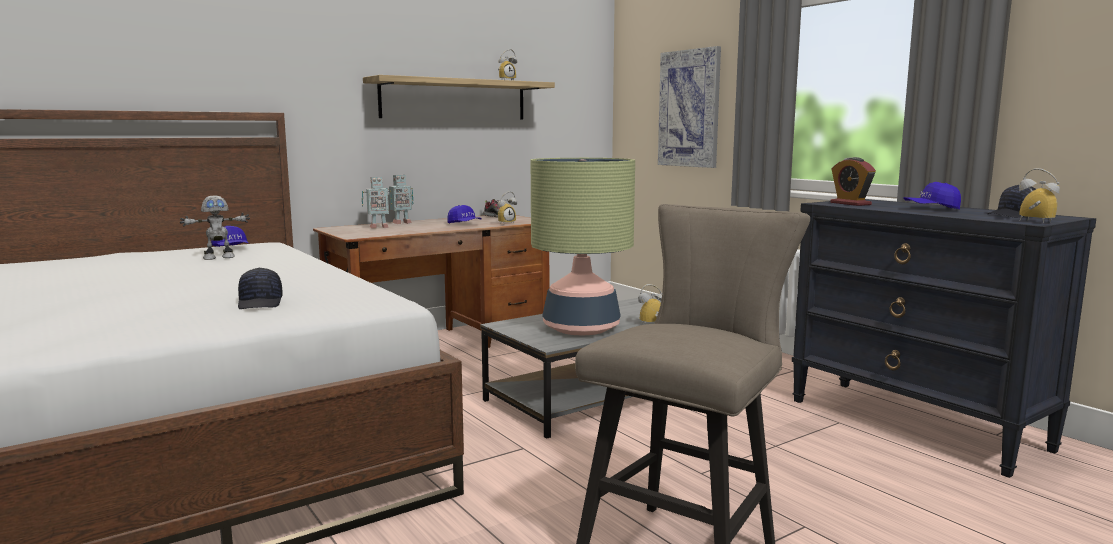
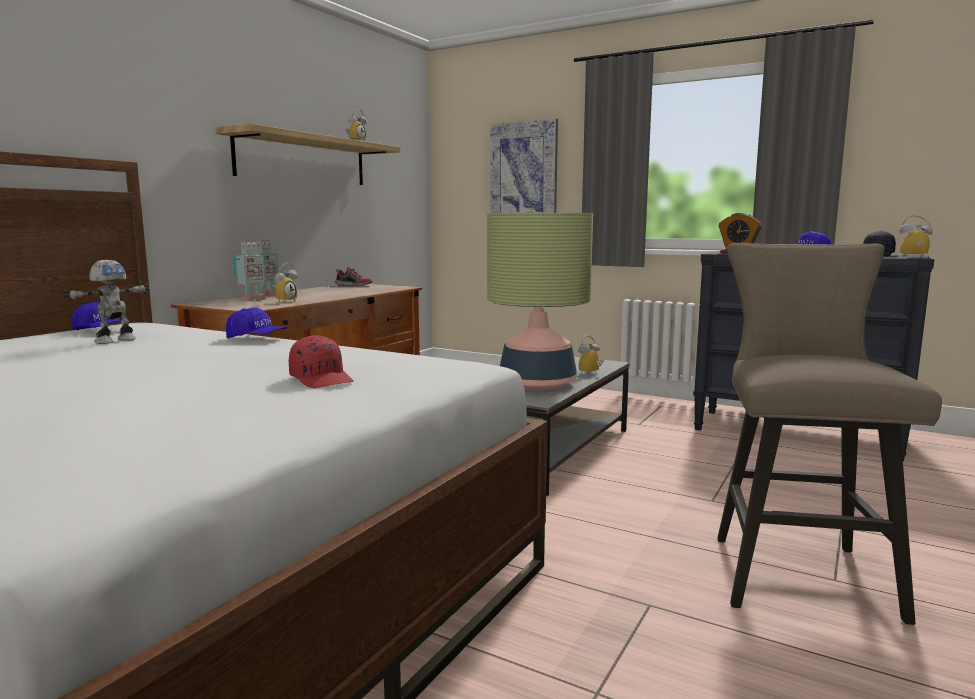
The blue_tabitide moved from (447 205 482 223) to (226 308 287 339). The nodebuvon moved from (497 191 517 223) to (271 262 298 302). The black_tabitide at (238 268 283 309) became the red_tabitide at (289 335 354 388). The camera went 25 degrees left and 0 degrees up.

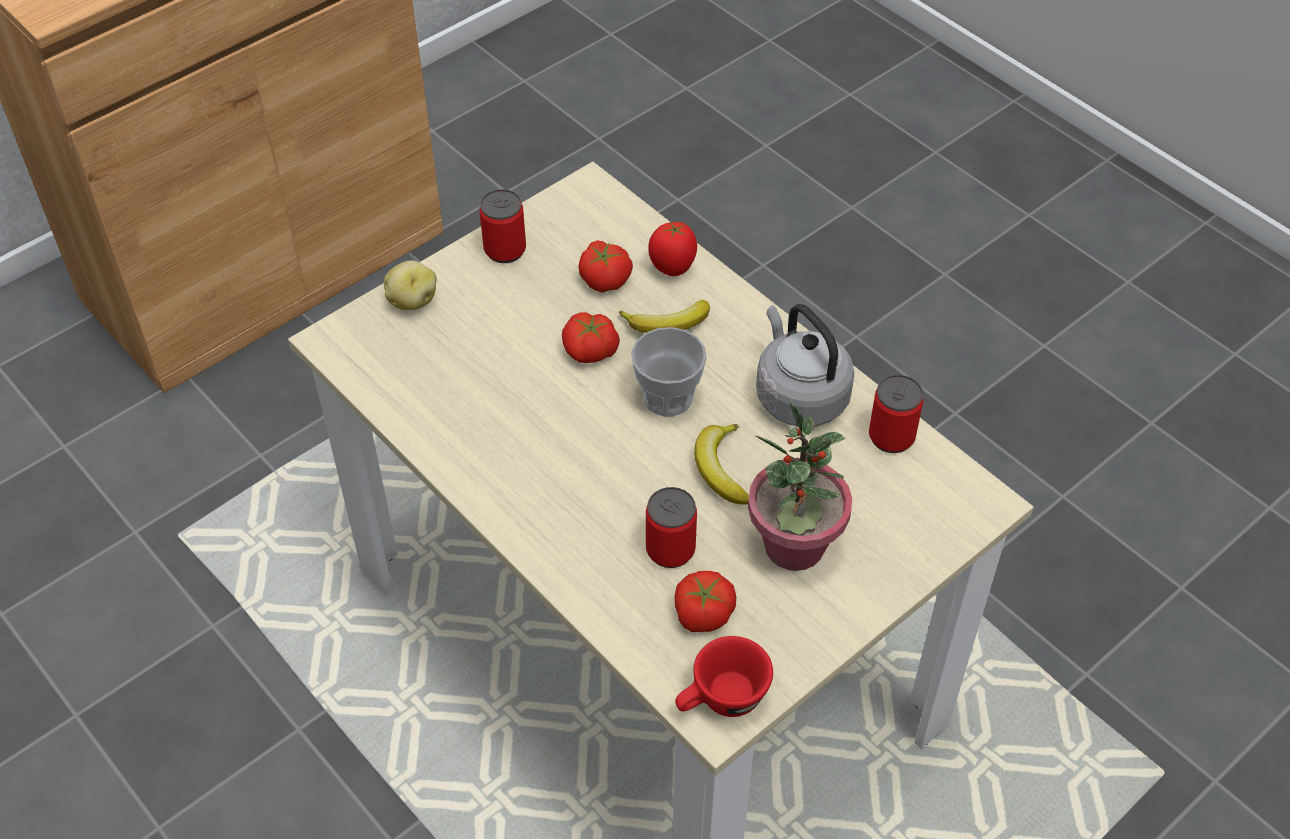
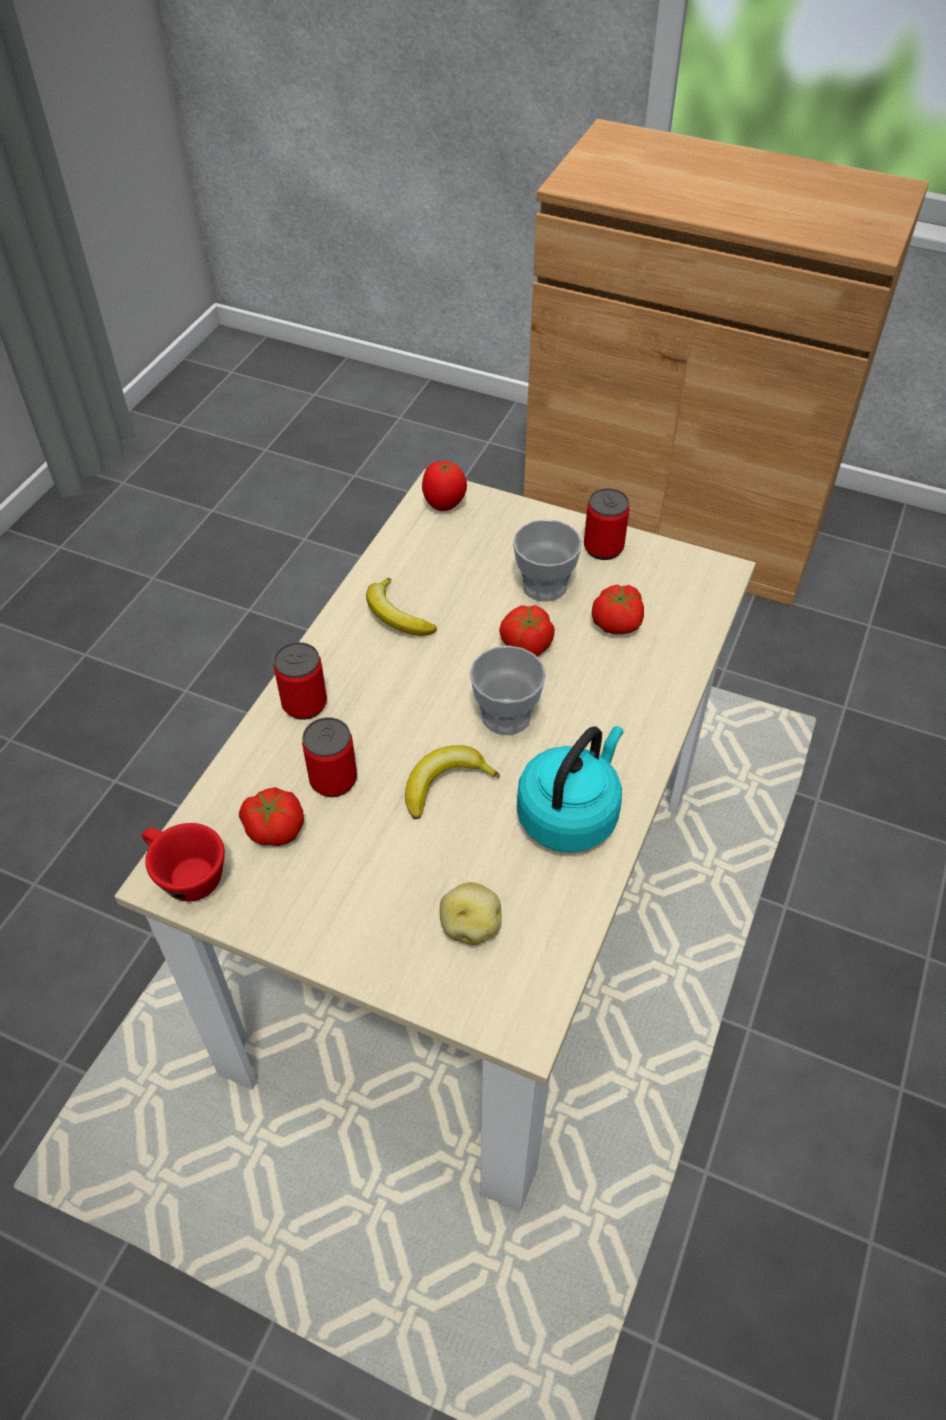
The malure at (748 402 852 571) disappeared. The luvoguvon at (513 519 582 602) appeared. The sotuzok moved from (384 260 437 310) to (440 882 502 945). The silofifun moved from (619 300 710 333) to (366 578 437 636). The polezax moved from (648 222 697 276) to (422 461 467 511). The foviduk moved from (869 375 923 453) to (274 642 327 720). The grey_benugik at (756 304 855 426) became the turquoise_benugik at (517 726 624 853). The camera went 65 degrees right and 0 degrees up.

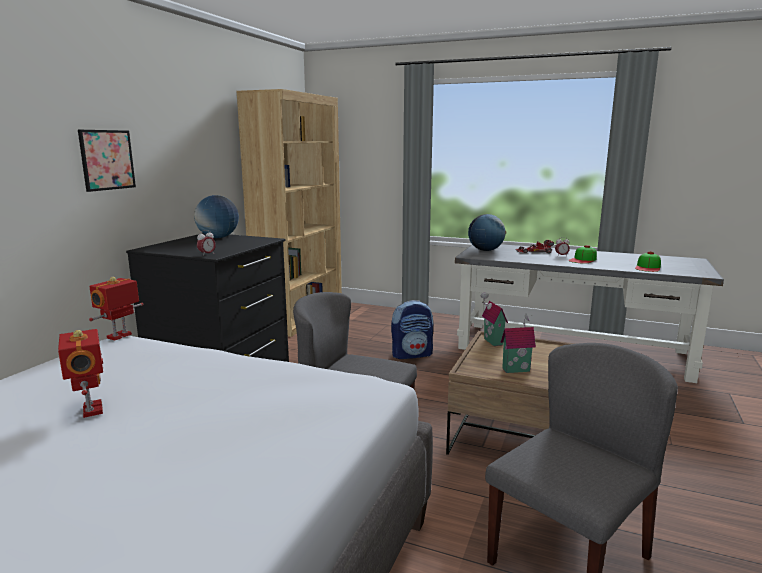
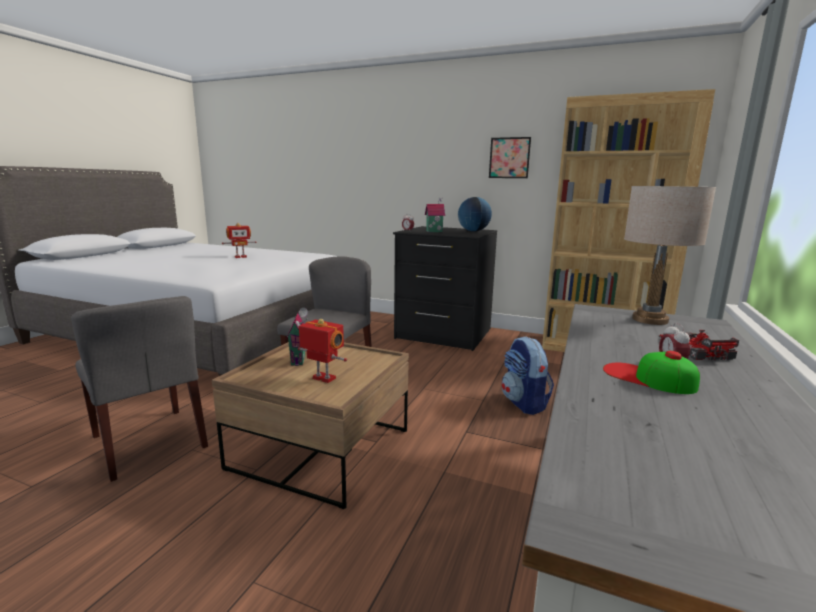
The tabitide at (635 252 661 272) disappeared. The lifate moved from (78 130 136 192) to (489 137 531 178). The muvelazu moved from (89 277 144 340) to (298 319 347 383). The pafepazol moved from (480 292 508 346) to (425 197 445 232). The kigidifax at (468 214 506 251) was replaced by the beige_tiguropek at (624 186 716 325). The camera went 90 degrees right and 0 degrees up.

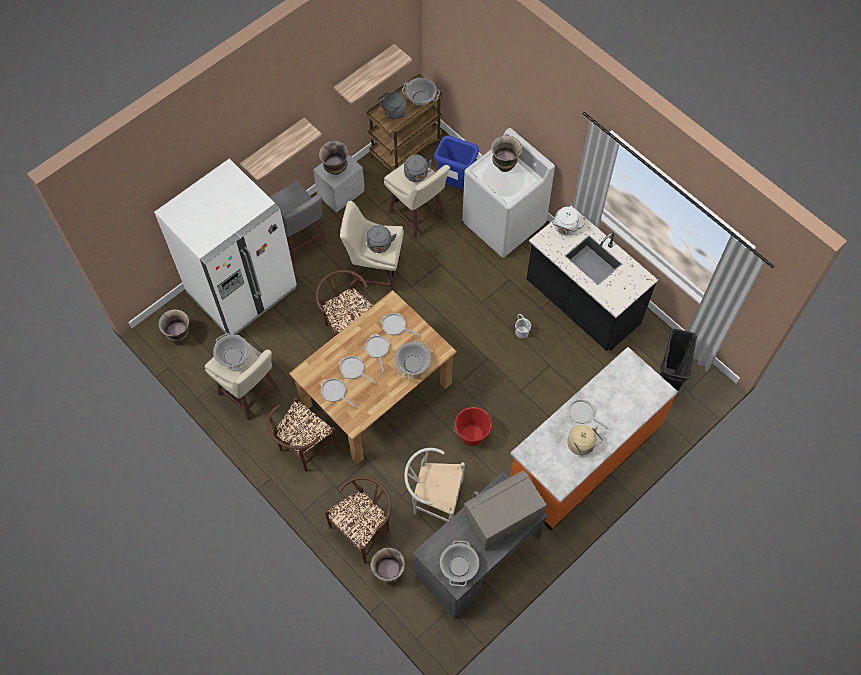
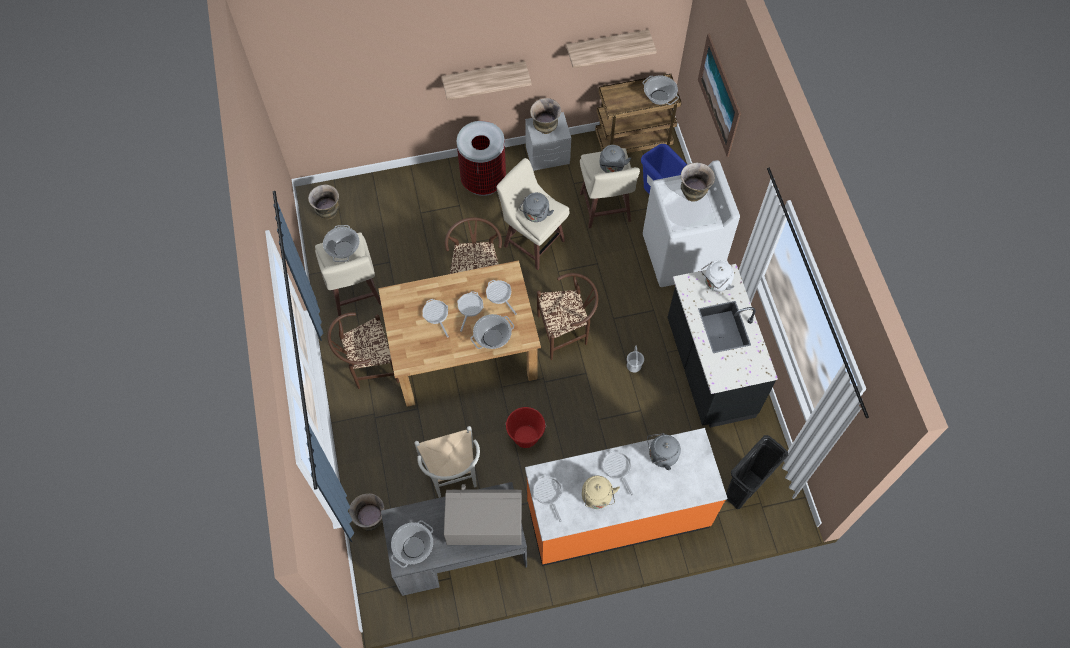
The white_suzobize at (154 159 297 335) disappeared. The lifate at (698 34 741 157) appeared. The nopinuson moved from (321 378 357 408) to (533 475 562 522). The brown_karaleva moved from (324 476 391 564) to (537 273 598 360). The grey_benugik moved from (378 92 406 119) to (647 433 681 470). The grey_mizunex at (270 181 328 264) was replaced by the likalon at (457 121 506 196). The white_karaleva at (404 448 465 522) turned 150 degrees counterclockwise. The camera went 30 degrees right and 0 degrees up.

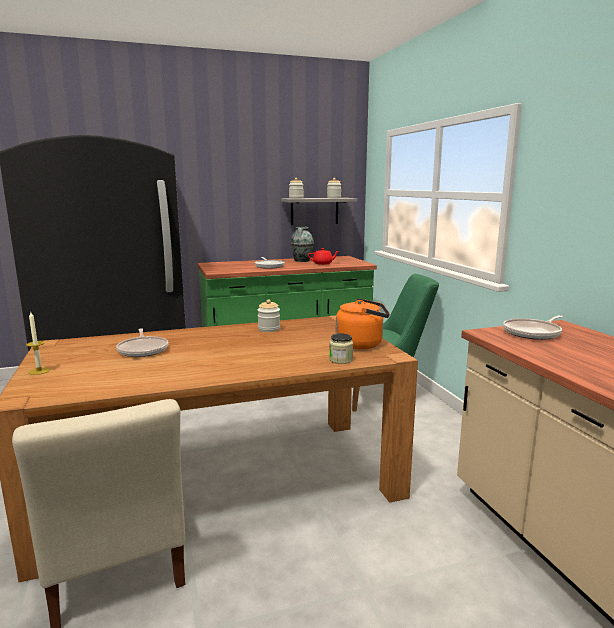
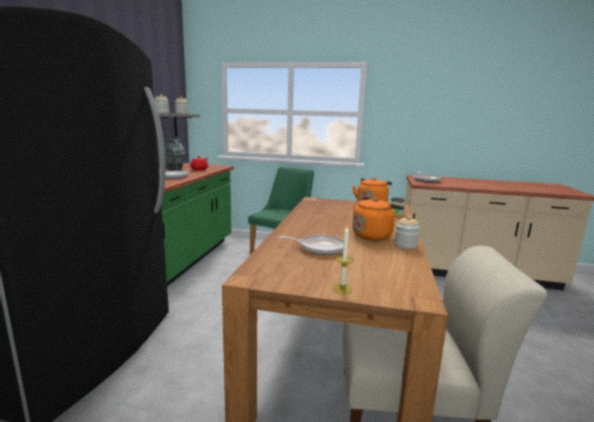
The orange_benugik at (353 197 404 240) appeared. The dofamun moved from (257 300 280 332) to (394 216 420 249). The camera went 60 degrees left and 0 degrees up.

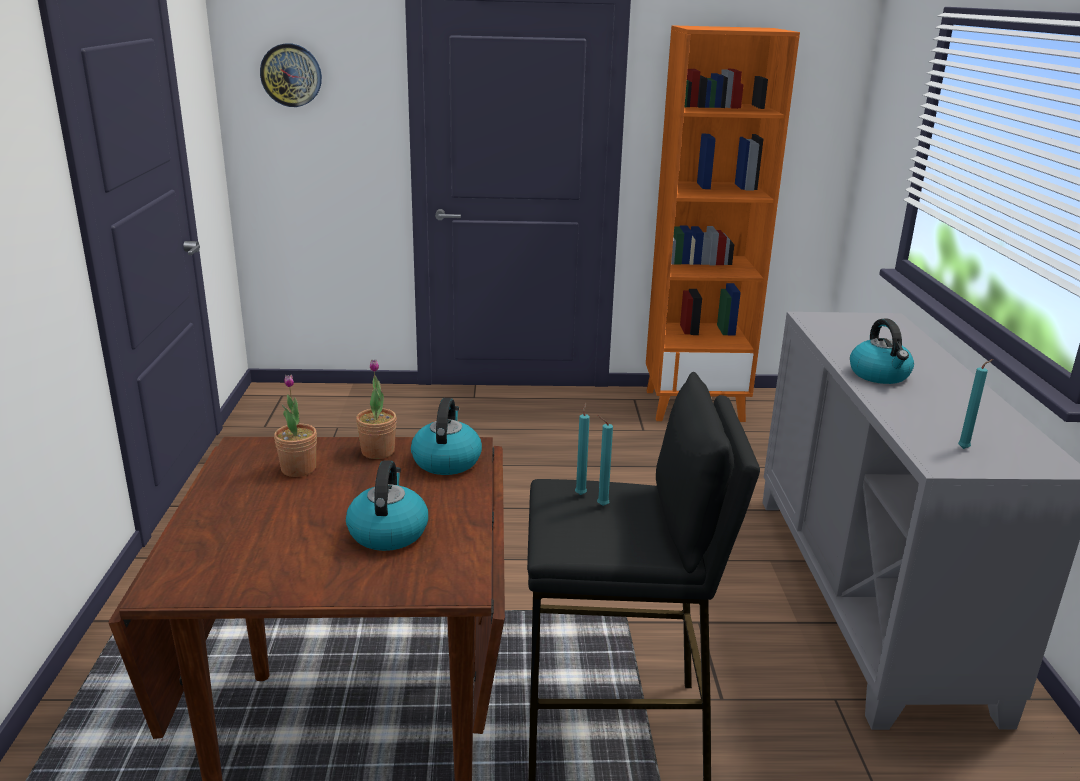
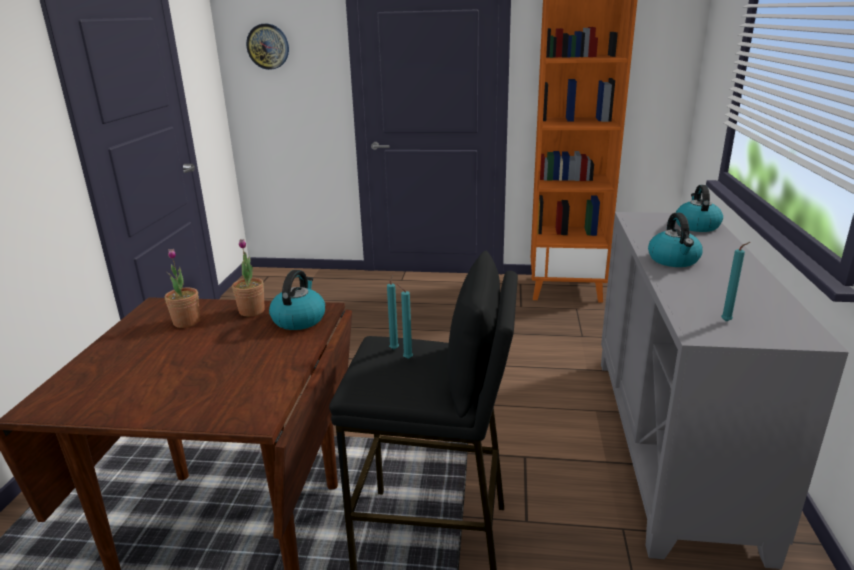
The benugik moved from (346 460 428 551) to (676 185 723 232). The camera went 10 degrees right and 0 degrees up.

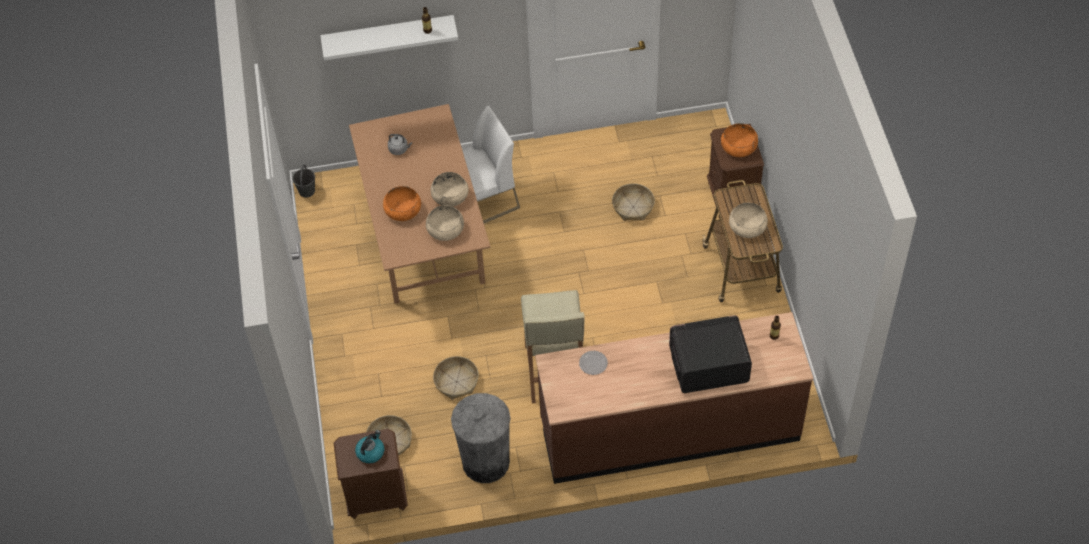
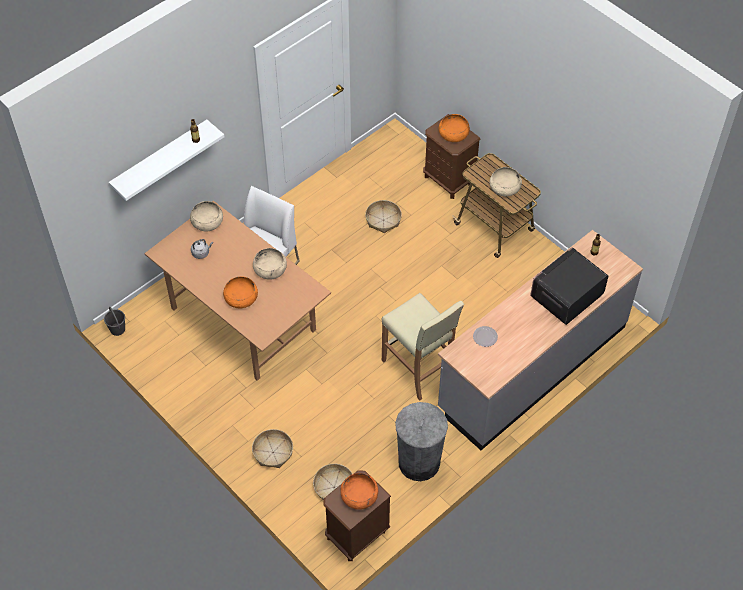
The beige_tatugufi moved from (426 205 464 241) to (190 201 223 232). The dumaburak moved from (433 356 479 400) to (252 429 293 468). The benugik at (355 430 384 463) was replaced by the orange_tatugufi at (340 473 378 510). The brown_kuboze at (535 312 813 484) became the grey_kuboze at (438 230 643 450). The camera went 35 degrees left and 0 degrees up.

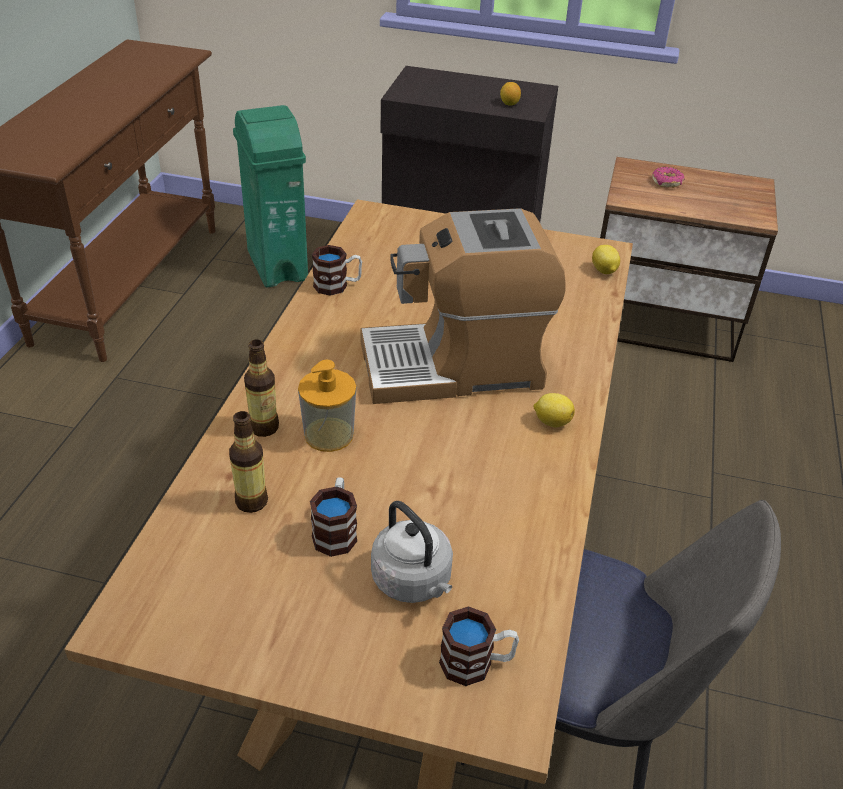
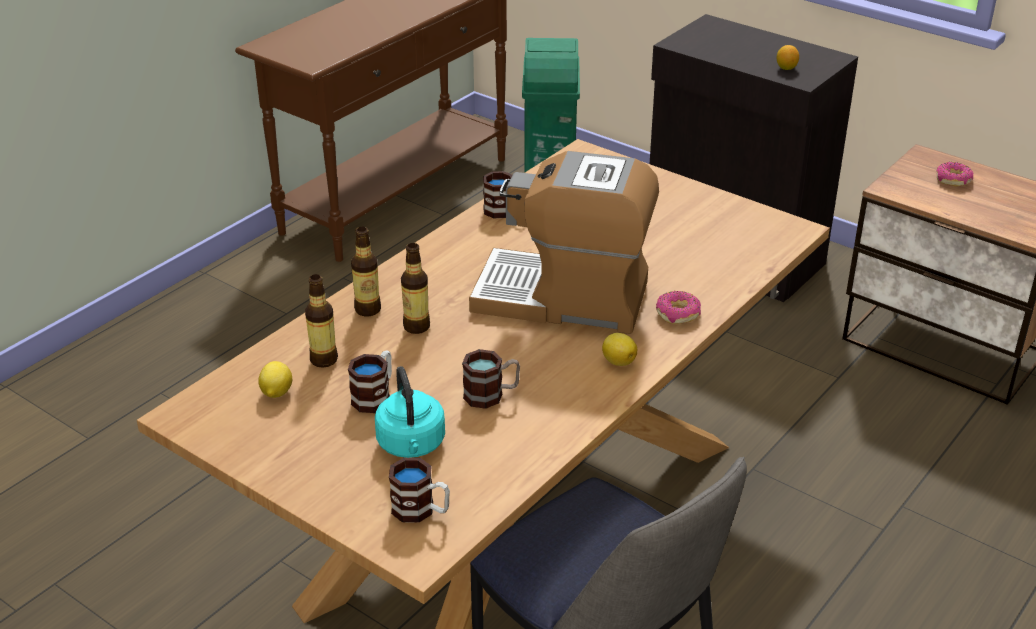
The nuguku at (462 349 520 409) appeared. The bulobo at (656 291 701 324) appeared. The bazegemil moved from (592 245 620 274) to (258 361 292 398). The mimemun at (298 360 356 452) was replaced by the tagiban at (401 243 430 334). The grey_benugik at (371 501 453 603) became the turquoise_benugik at (375 366 445 458). The camera went 25 degrees right and 5 degrees down.

